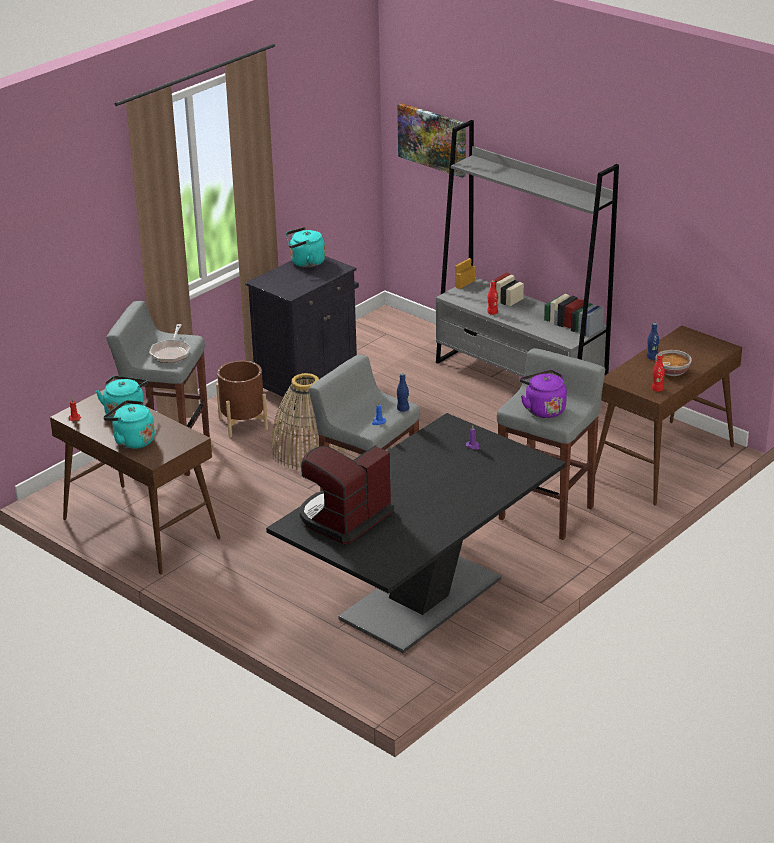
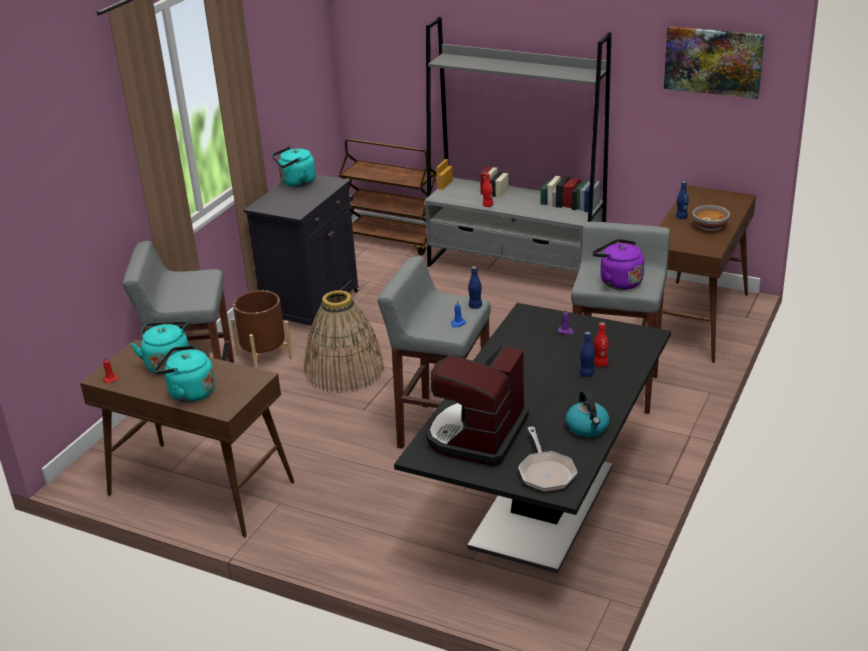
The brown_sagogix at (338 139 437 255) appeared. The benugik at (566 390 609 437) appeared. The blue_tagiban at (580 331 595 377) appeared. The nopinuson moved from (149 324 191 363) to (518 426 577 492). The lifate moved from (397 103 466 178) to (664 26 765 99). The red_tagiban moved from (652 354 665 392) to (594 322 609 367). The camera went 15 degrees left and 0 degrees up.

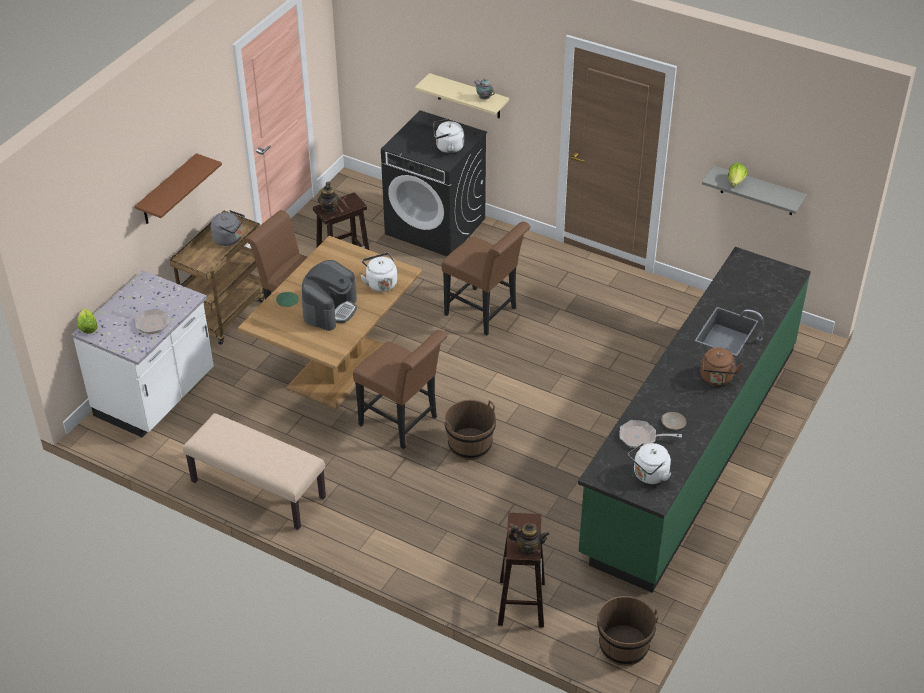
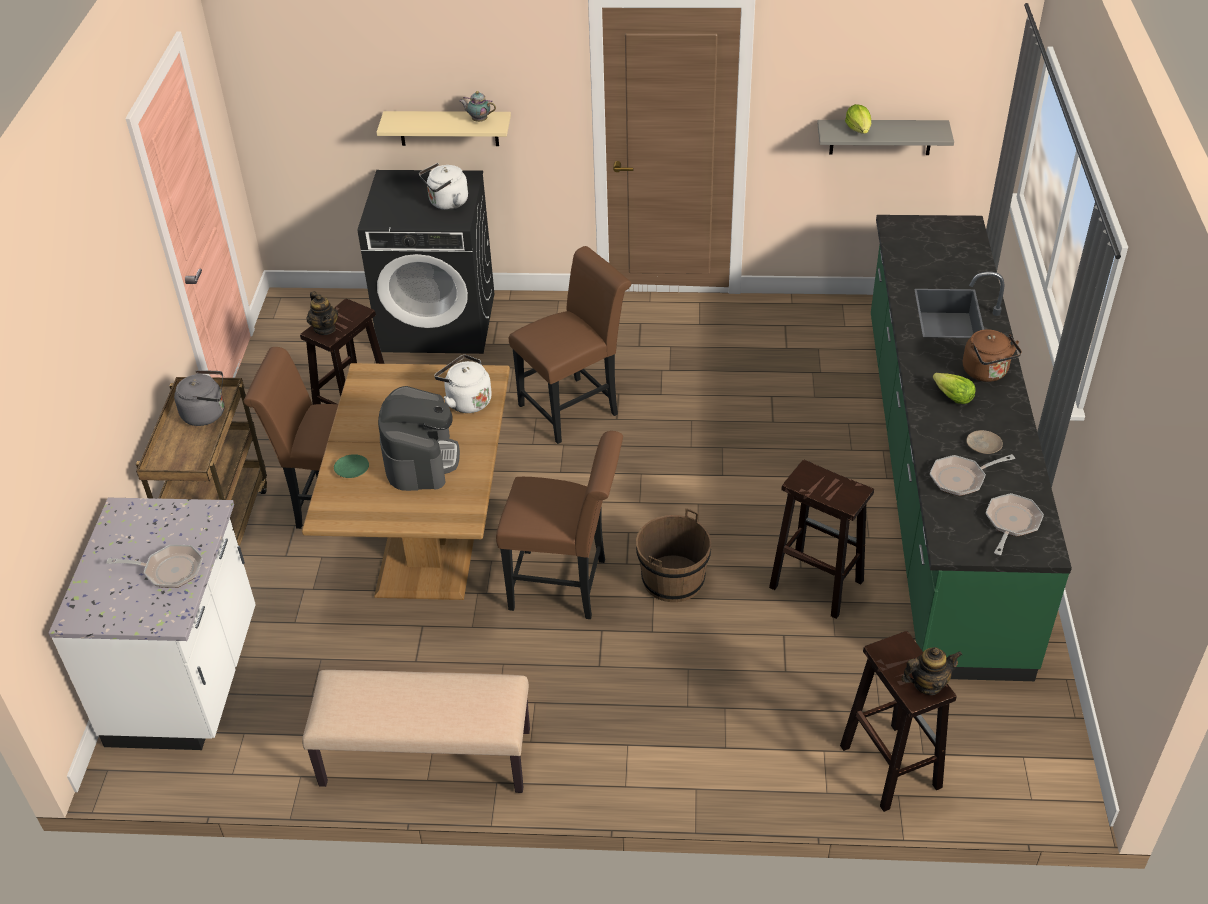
The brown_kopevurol at (135 153 222 224) disappeared. The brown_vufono at (597 596 658 666) disappeared. The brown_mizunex at (769 460 874 619) appeared. The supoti moved from (77 308 98 334) to (933 373 975 404). The white_benugik at (628 443 671 484) was replaced by the nopinuson at (986 493 1044 555). The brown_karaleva at (441 222 530 335) turned 45 degrees counterclockwise. The camera went 25 degrees left and 0 degrees up.

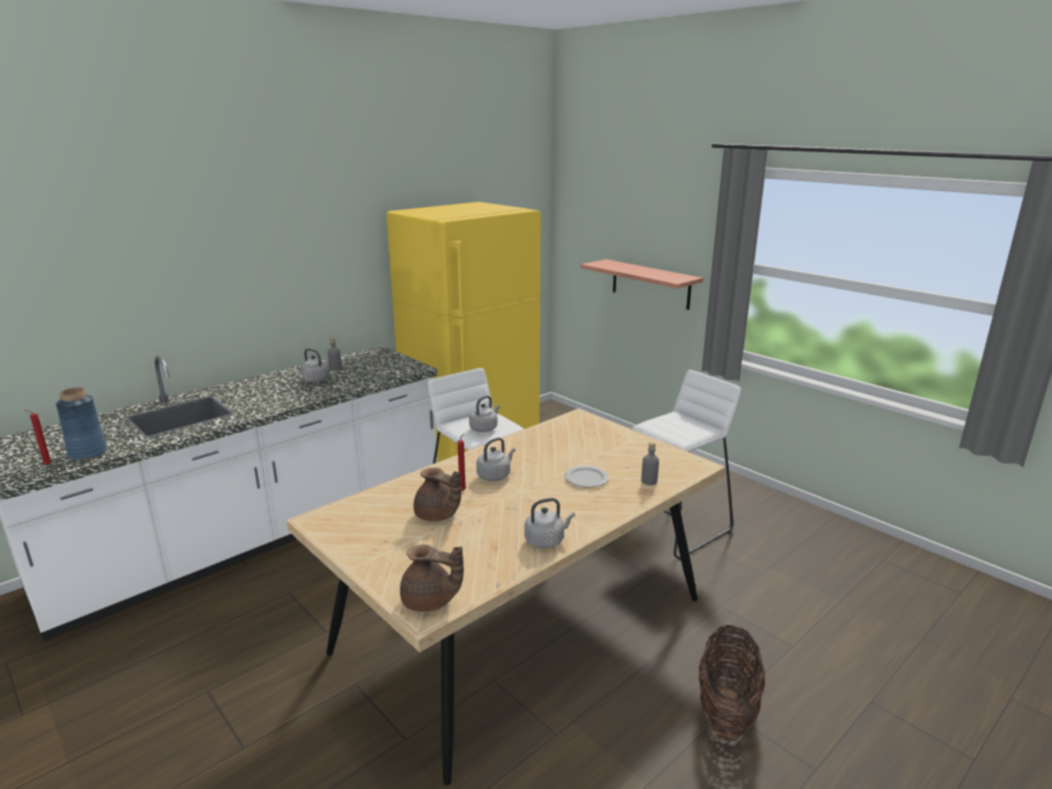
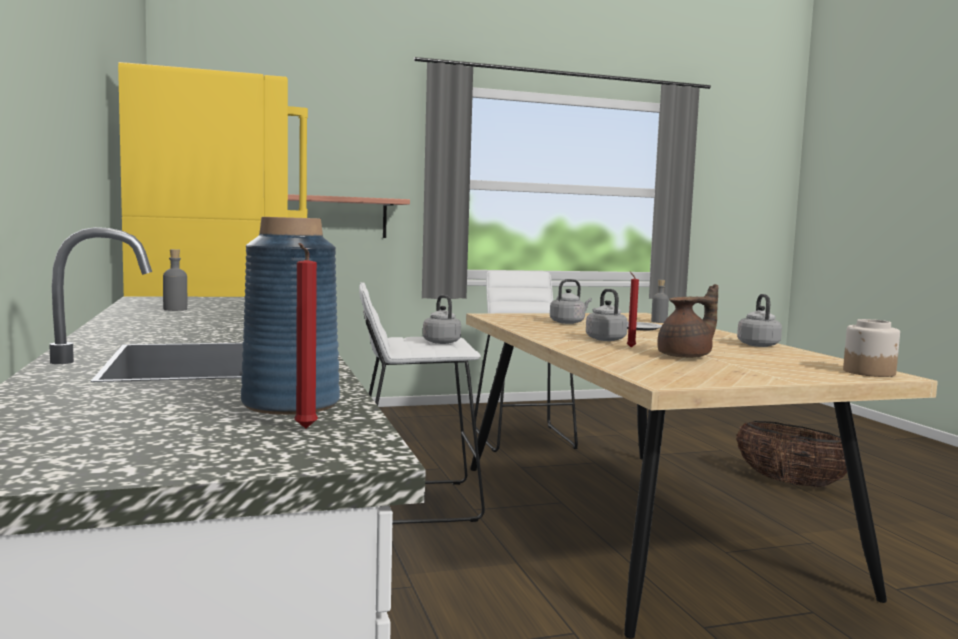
The grey_benugik moved from (301 348 329 382) to (550 279 592 324). The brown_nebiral at (400 545 464 612) was replaced by the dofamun at (843 319 900 377). The camera went 65 degrees left and 15 degrees down.

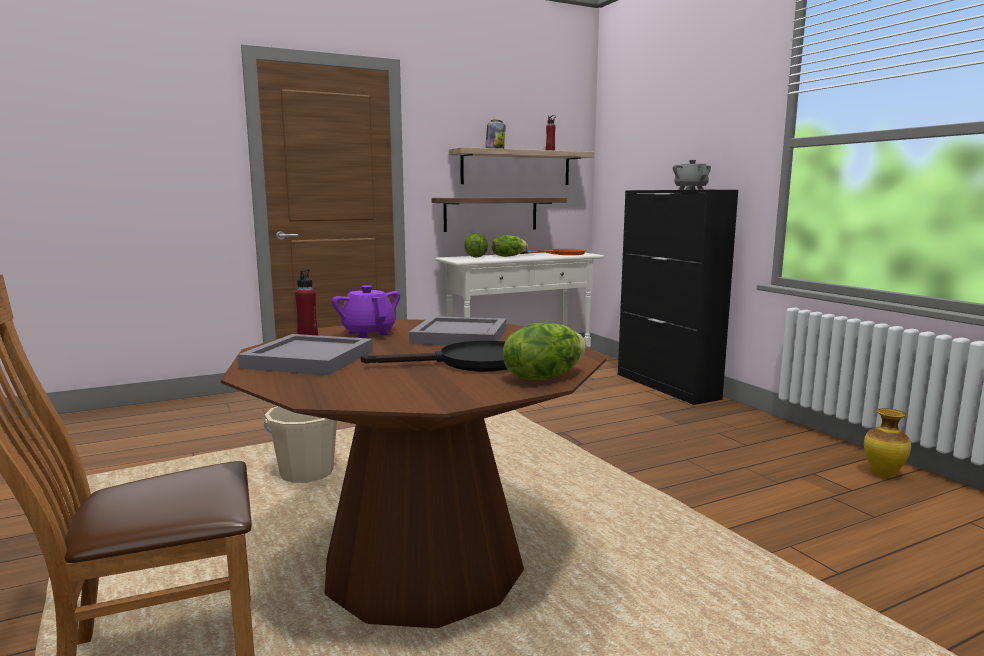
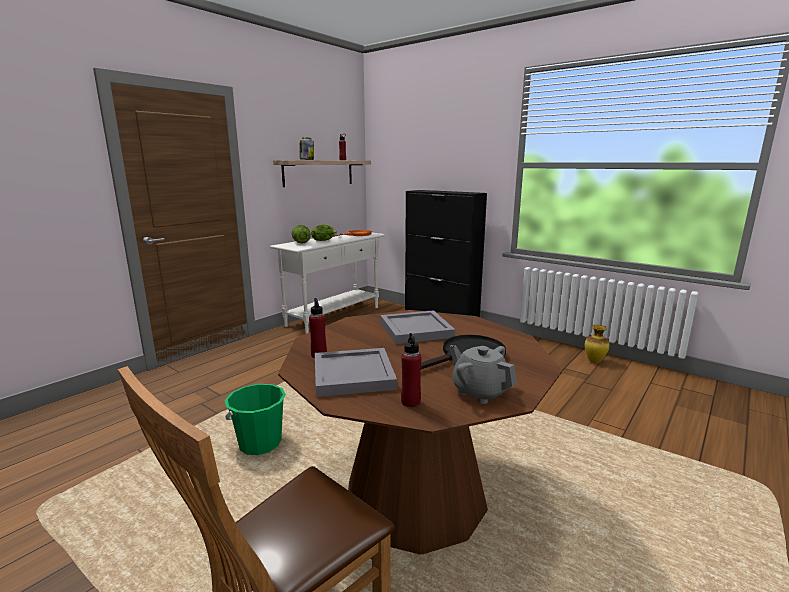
The purple_nebiral at (332 285 400 338) disappeared. The kopevurol at (432 198 567 232) disappeared. The supoti at (503 323 586 380) disappeared. The red_tagiban at (401 333 422 407) appeared. The grey_nebiral moved from (673 160 711 190) to (449 345 517 404). The beige_vufono at (264 406 337 483) became the green_vufono at (225 384 286 455). The camera went 25 degrees left and 5 degrees up.

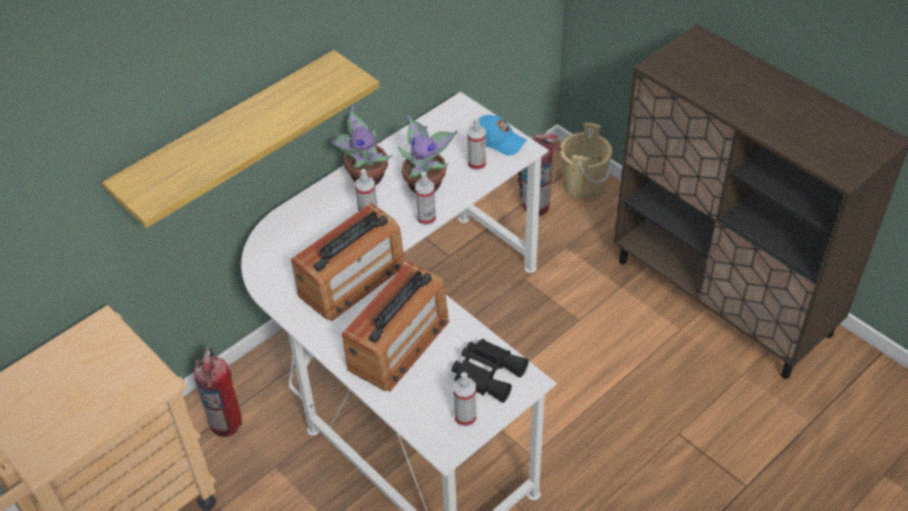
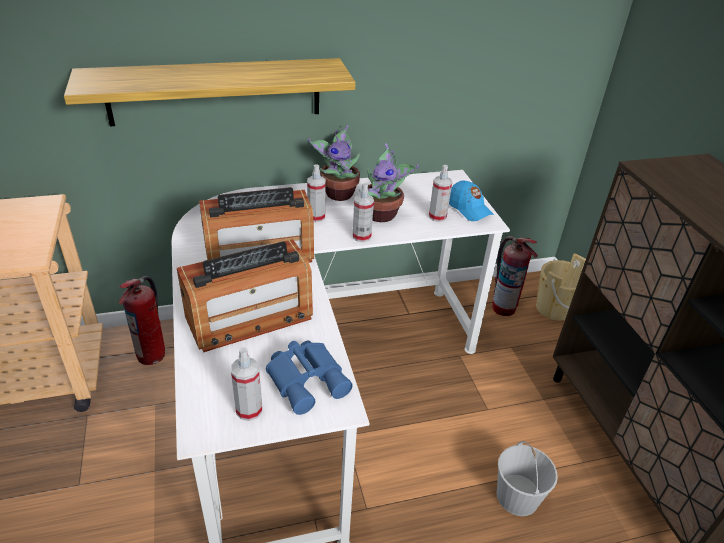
The white_vufono at (497 441 558 516) appeared. The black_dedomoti at (451 339 529 403) became the blue_dedomoti at (266 341 353 415). The camera went 25 degrees right and 10 degrees down.

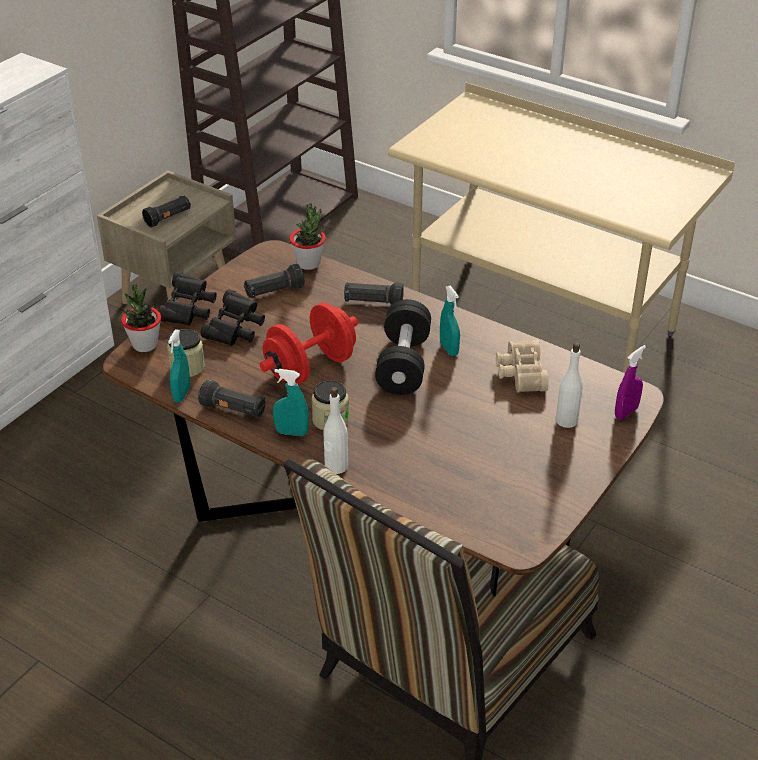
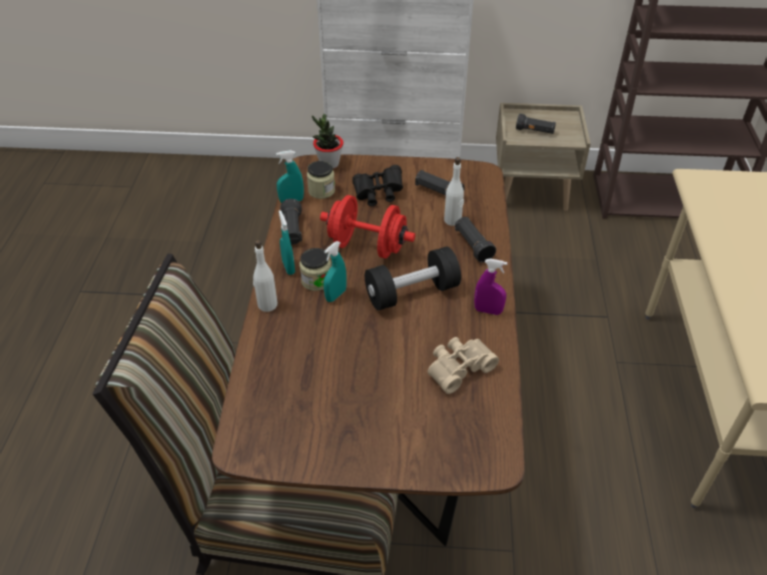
The black_dedomoti at (158 272 217 326) disappeared. The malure at (290 203 326 270) disappeared. The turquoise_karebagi moved from (440 286 460 356) to (324 241 347 302). The white_tagiban moved from (556 342 583 428) to (444 157 464 226). The purple_karebagi moved from (615 345 646 420) to (474 259 508 315). The camera went 60 degrees right and 5 degrees up.

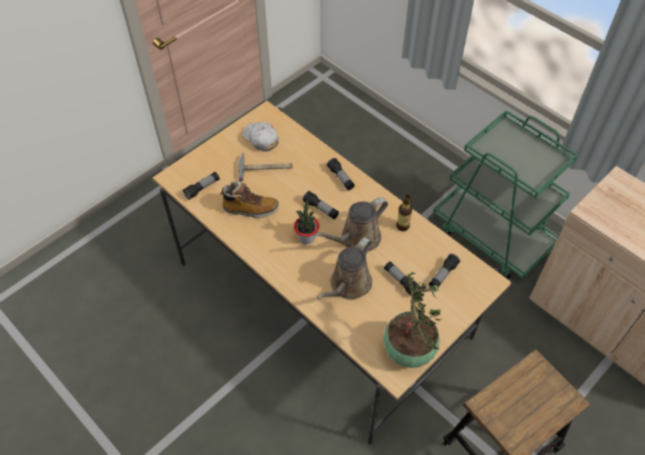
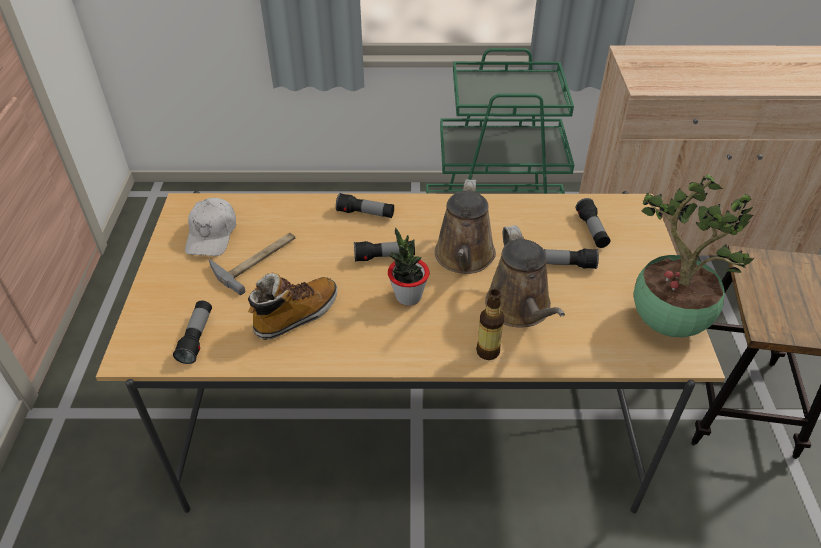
The tagiban moved from (396 195 412 231) to (476 289 504 360). The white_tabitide at (242 122 279 152) turned 90 degrees counterclockwise. The camera went 45 degrees left and 10 degrees down.

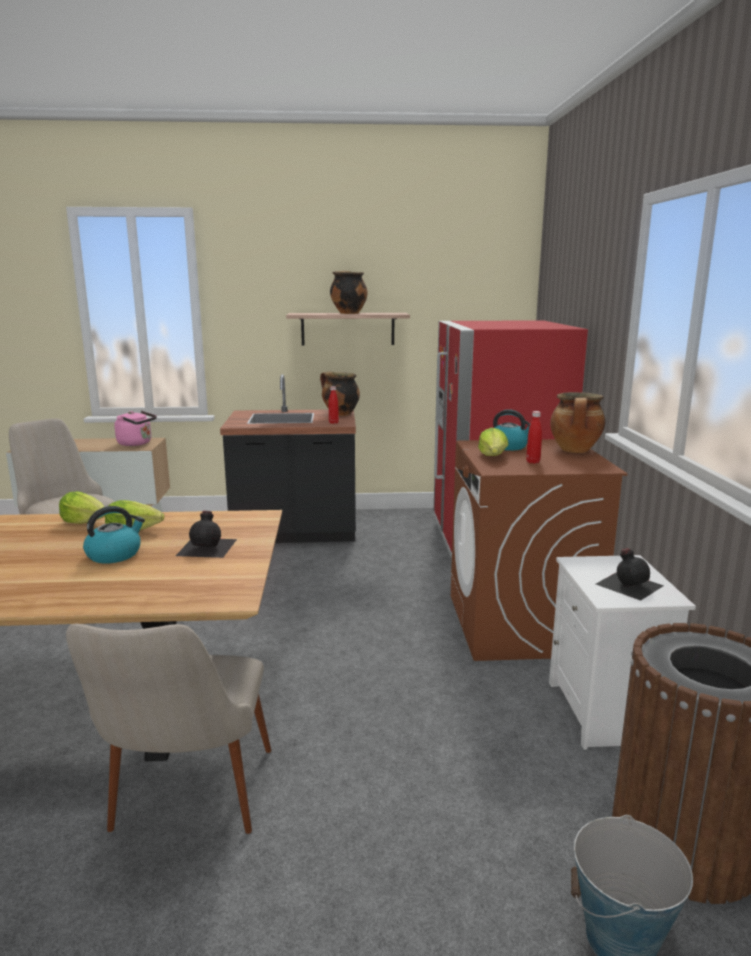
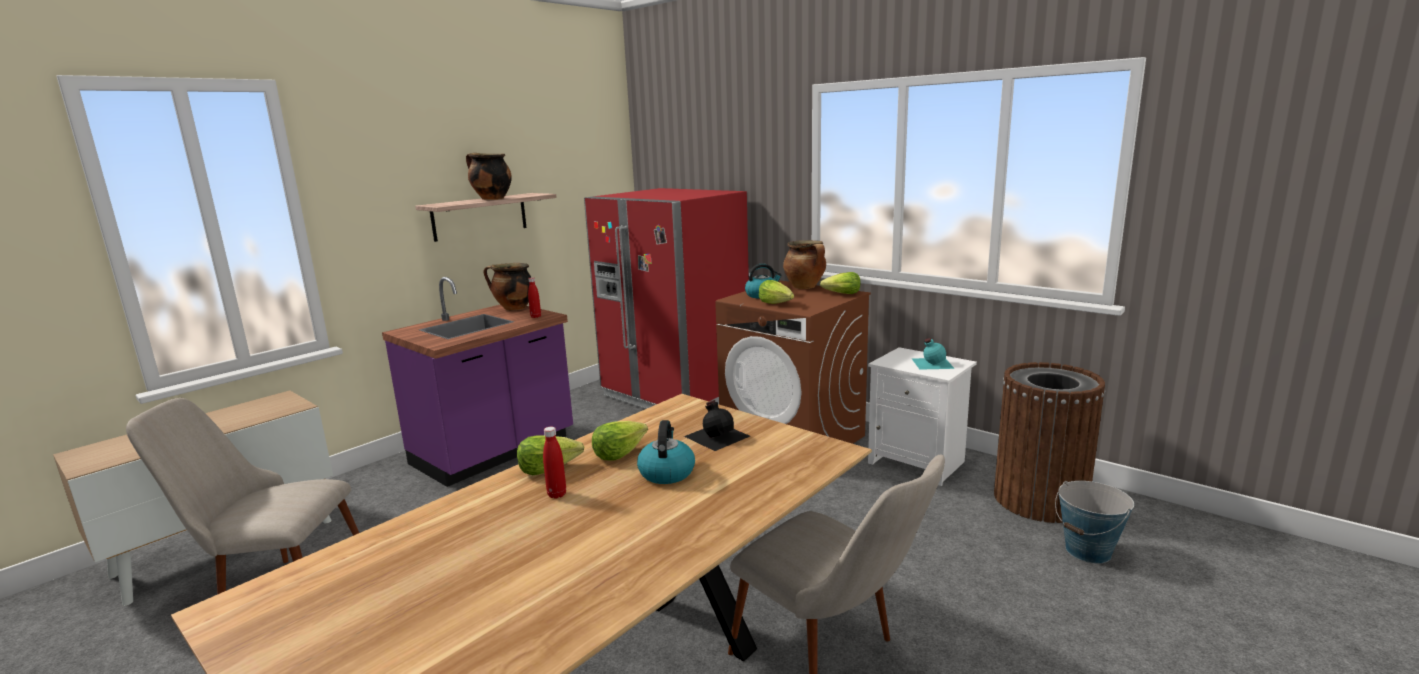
The pink_benugik at (114 411 157 446) disappeared. The supoti at (820 272 860 294) appeared. The red_tagiban moved from (526 411 542 464) to (543 427 566 499). The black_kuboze at (220 374 356 543) became the purple_kuboze at (382 277 573 487). The black_tagiban at (596 548 664 601) became the turquoise_tagiban at (912 338 955 370). The camera went 45 degrees left and 0 degrees up.

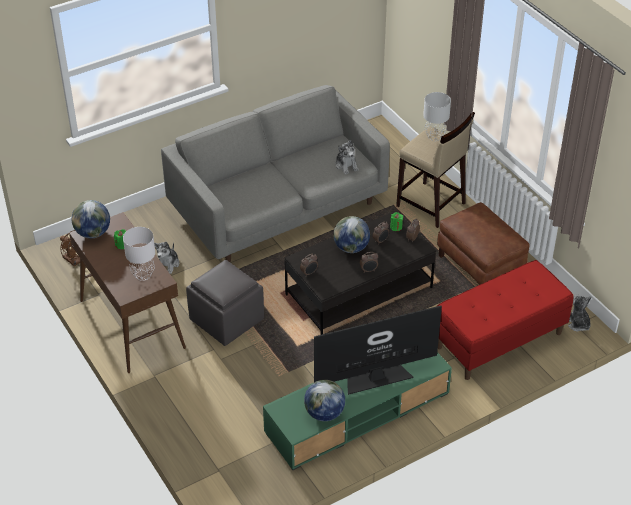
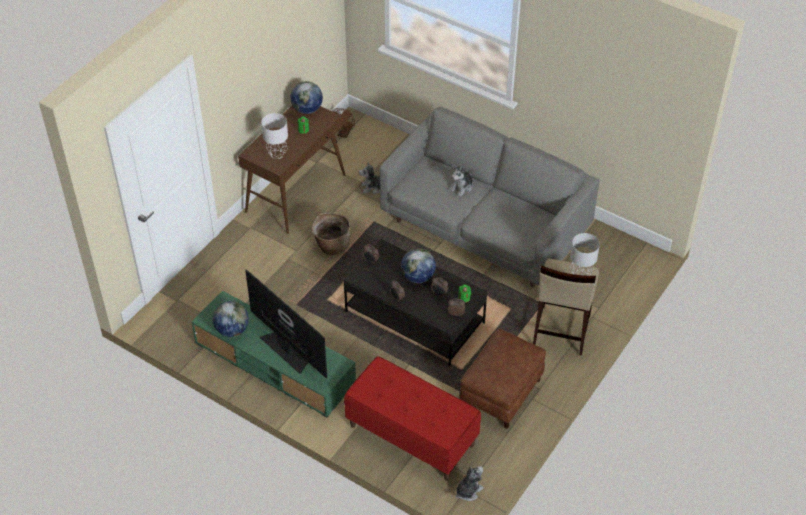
The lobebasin moved from (335 140 359 174) to (449 164 473 196). The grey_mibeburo at (186 260 264 346) was replaced by the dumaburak at (312 213 350 255). The camera went 65 degrees right and 5 degrees up.

